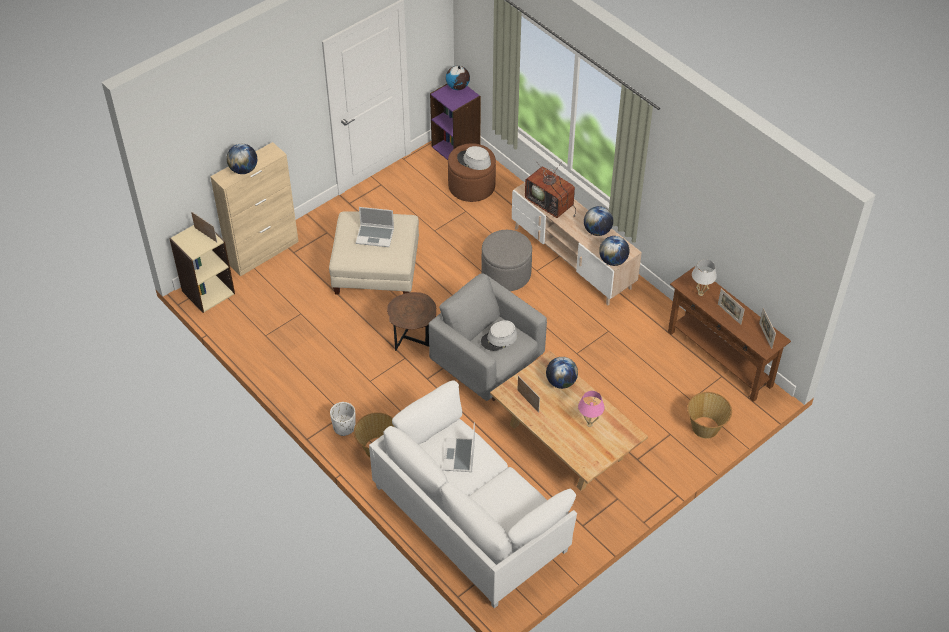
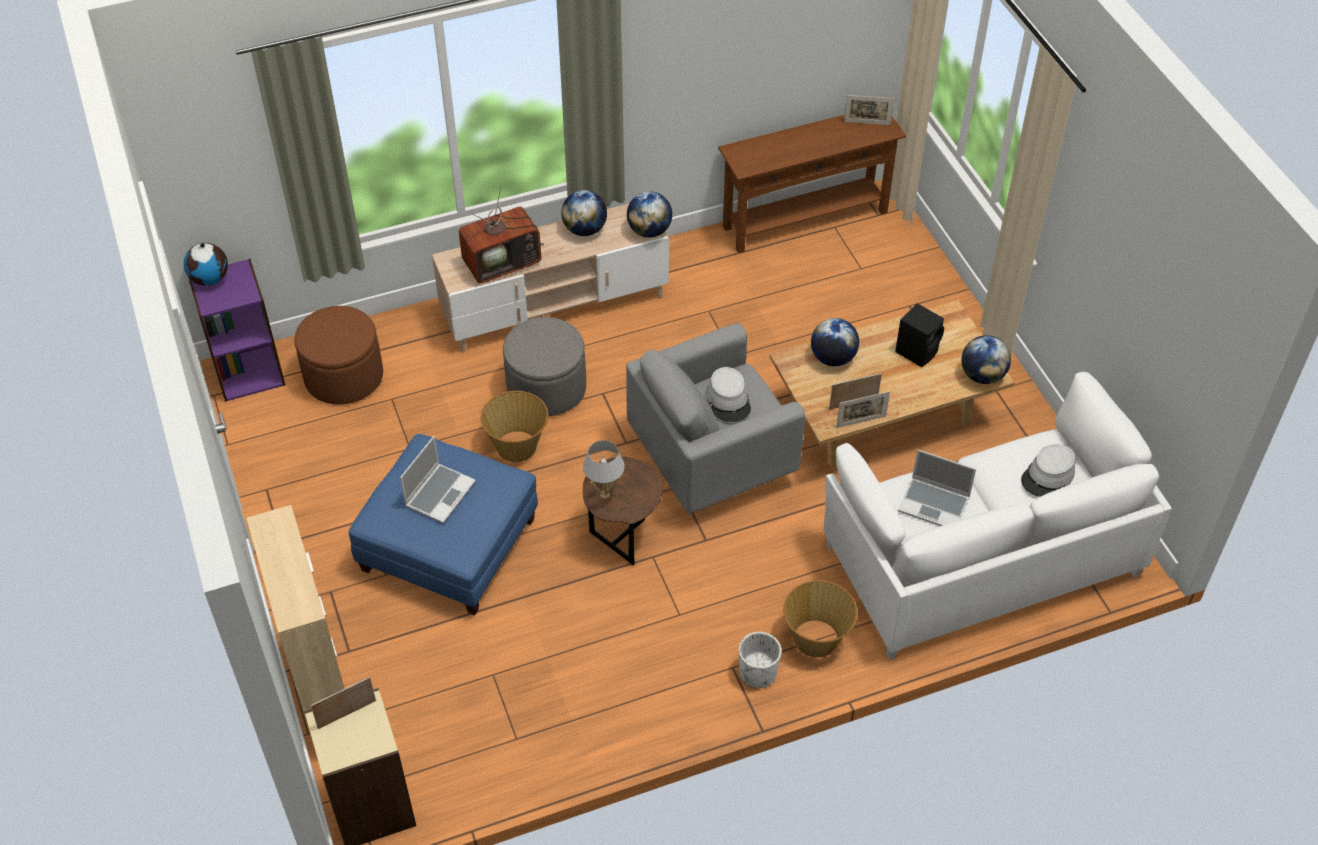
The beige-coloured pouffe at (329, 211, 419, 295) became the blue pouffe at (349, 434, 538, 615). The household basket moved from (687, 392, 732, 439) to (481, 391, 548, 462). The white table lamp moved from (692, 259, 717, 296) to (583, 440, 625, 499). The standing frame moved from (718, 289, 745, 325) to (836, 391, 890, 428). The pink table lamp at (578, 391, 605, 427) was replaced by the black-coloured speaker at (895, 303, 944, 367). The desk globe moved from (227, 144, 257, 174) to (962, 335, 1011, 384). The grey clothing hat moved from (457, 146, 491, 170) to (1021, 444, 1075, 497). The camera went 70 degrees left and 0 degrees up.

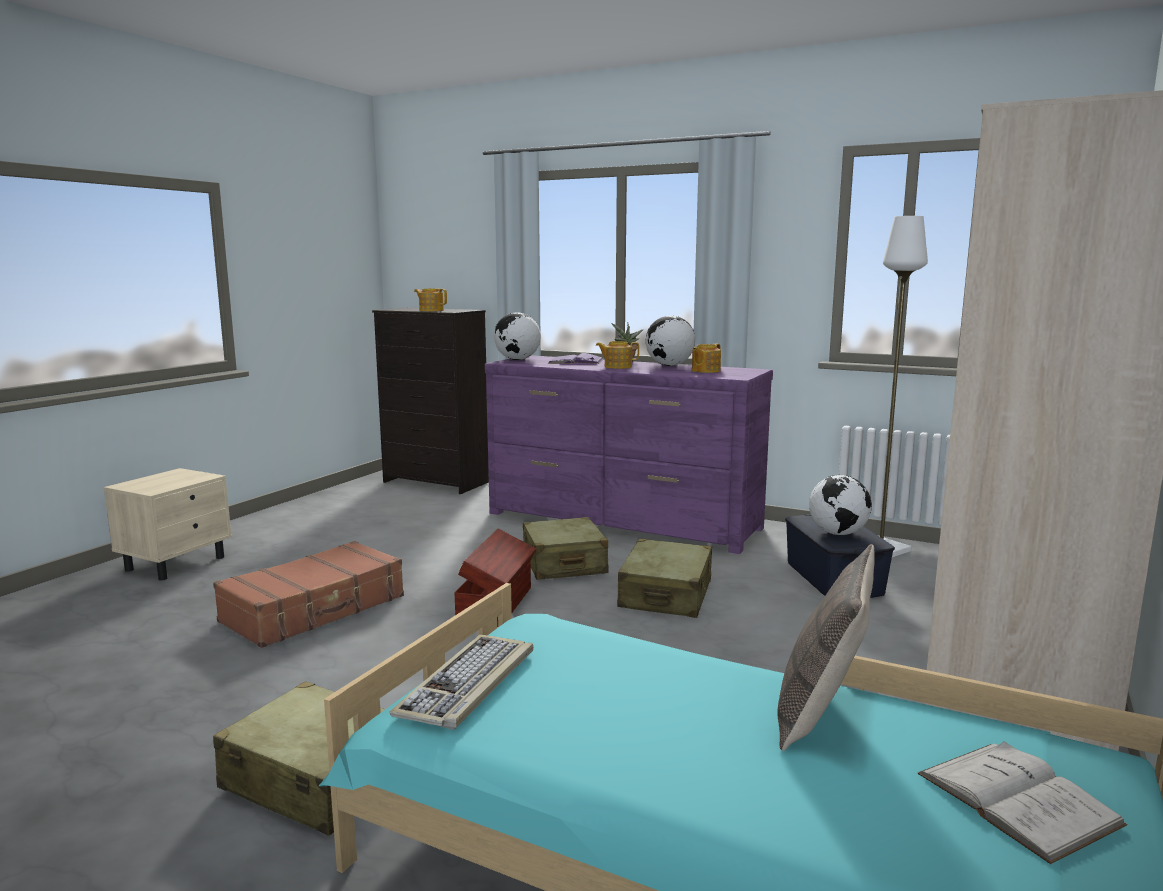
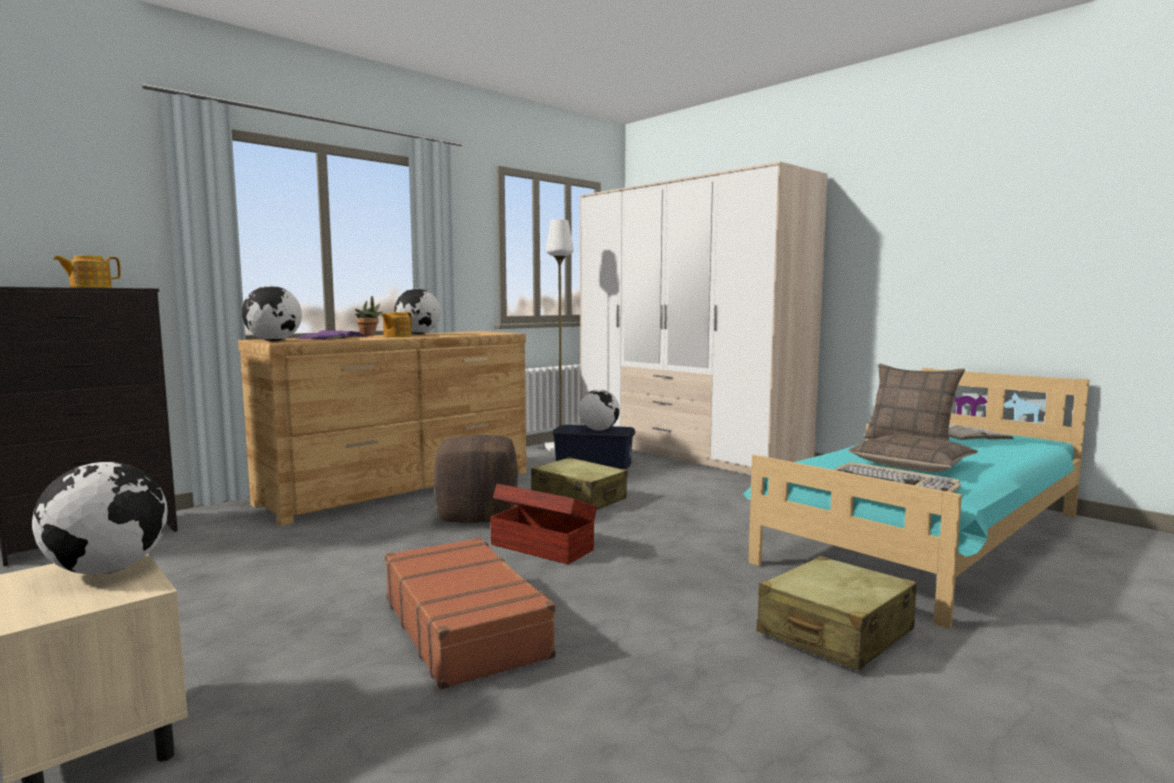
The desk globe at (32, 462, 168, 575) appeared. The purple-coloured chest of drawers at (485, 355, 773, 554) became the brownish chest of drawers at (238, 331, 526, 526). The beige-coloured piece of luggage at (523, 517, 609, 580) was replaced by the brownish pouffe at (434, 435, 518, 523). The pillow at (848, 434, 978, 472) appeared. The teapot at (692, 343, 721, 373) disappeared. The camera went 70 degrees left and 5 degrees down.

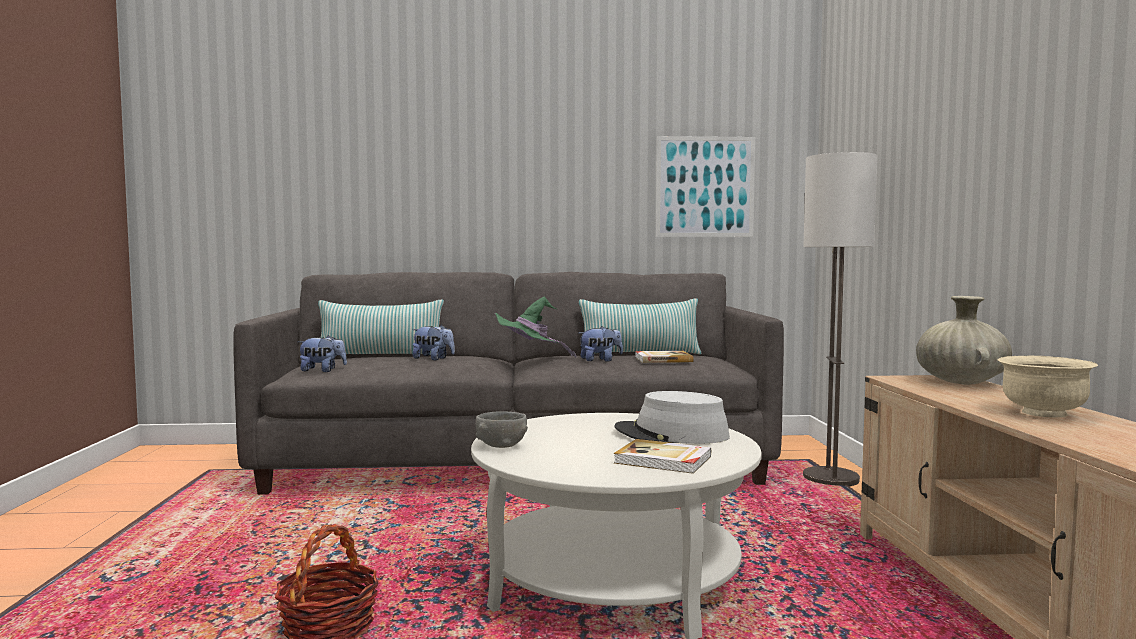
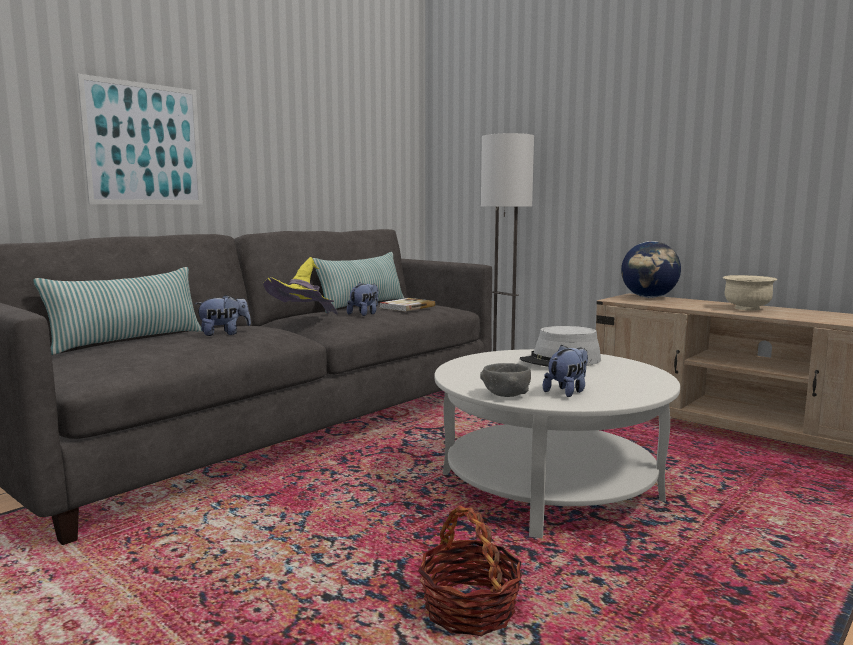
The wall art moved from (656, 136, 755, 237) to (77, 74, 203, 205). The greenish clothing hat at (495, 297, 577, 357) became the yellowish clothing hat at (263, 257, 338, 315). The soft toy moved from (298, 335, 347, 372) to (543, 345, 588, 397). The beige-coloured decorative vase at (916, 296, 1012, 385) was replaced by the desk globe at (621, 241, 681, 298). The volume at (614, 439, 711, 474) disappeared. The camera went 45 degrees left and 5 degrees up.

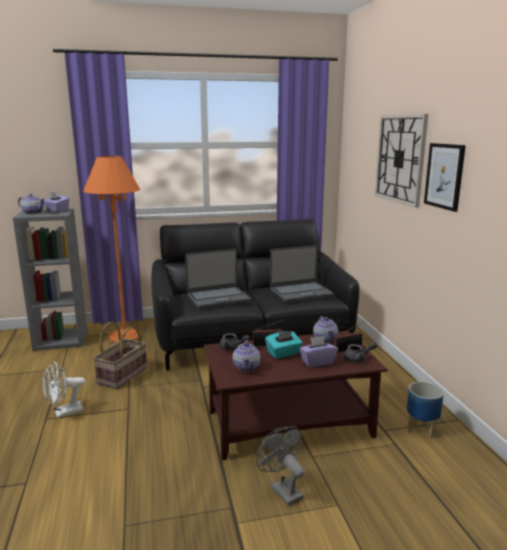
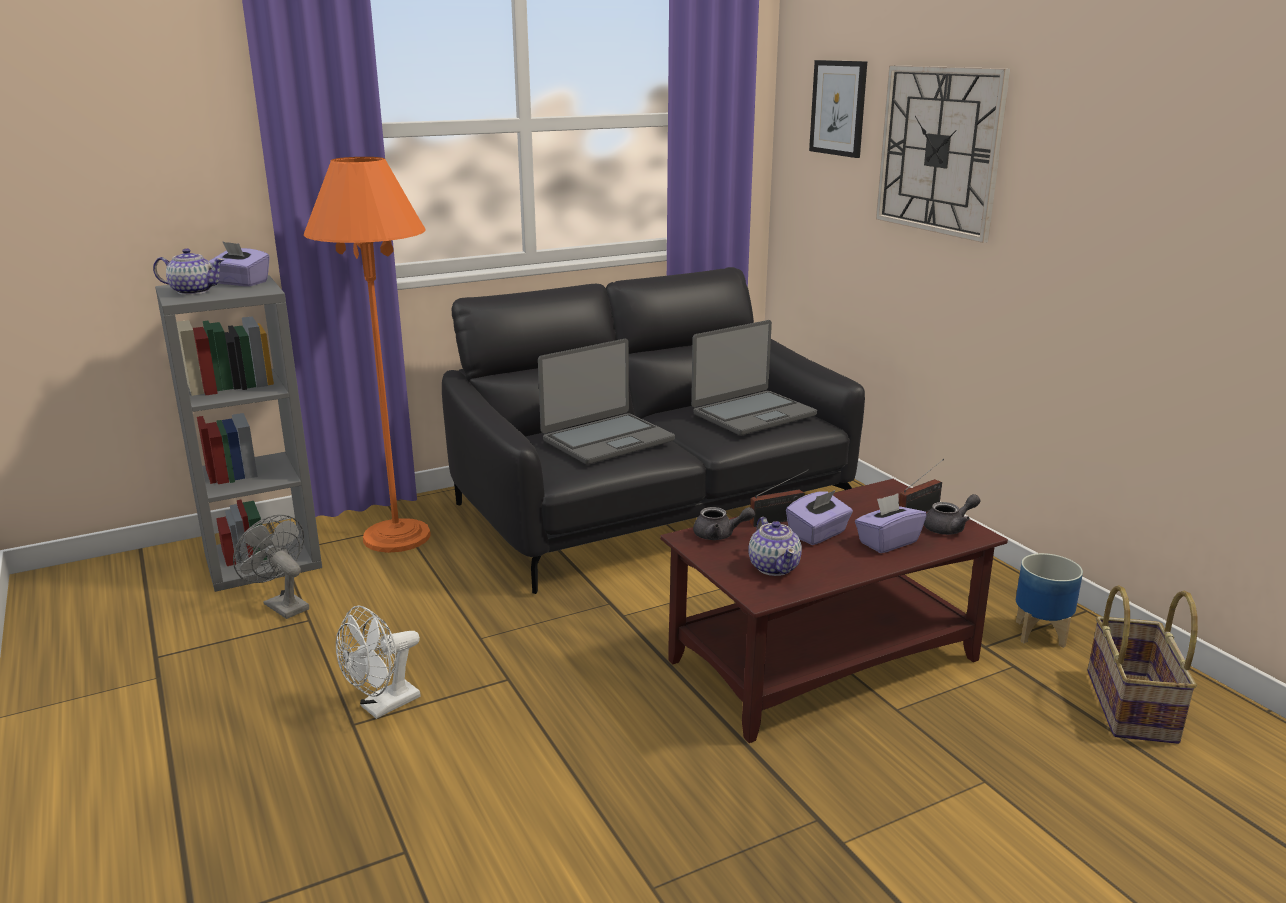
The grey fan moved from (256, 426, 304, 506) to (233, 515, 309, 619). The turquoise box of tissues at (265, 331, 303, 359) became the purple-coloured box of tissues at (786, 490, 853, 545). The wall art moved from (424, 143, 466, 212) to (809, 60, 867, 158). The household basket moved from (93, 322, 147, 389) to (1087, 585, 1198, 744). The teapot at (313, 316, 338, 343) disappeared. The camera went 15 degrees left and 5 degrees up.

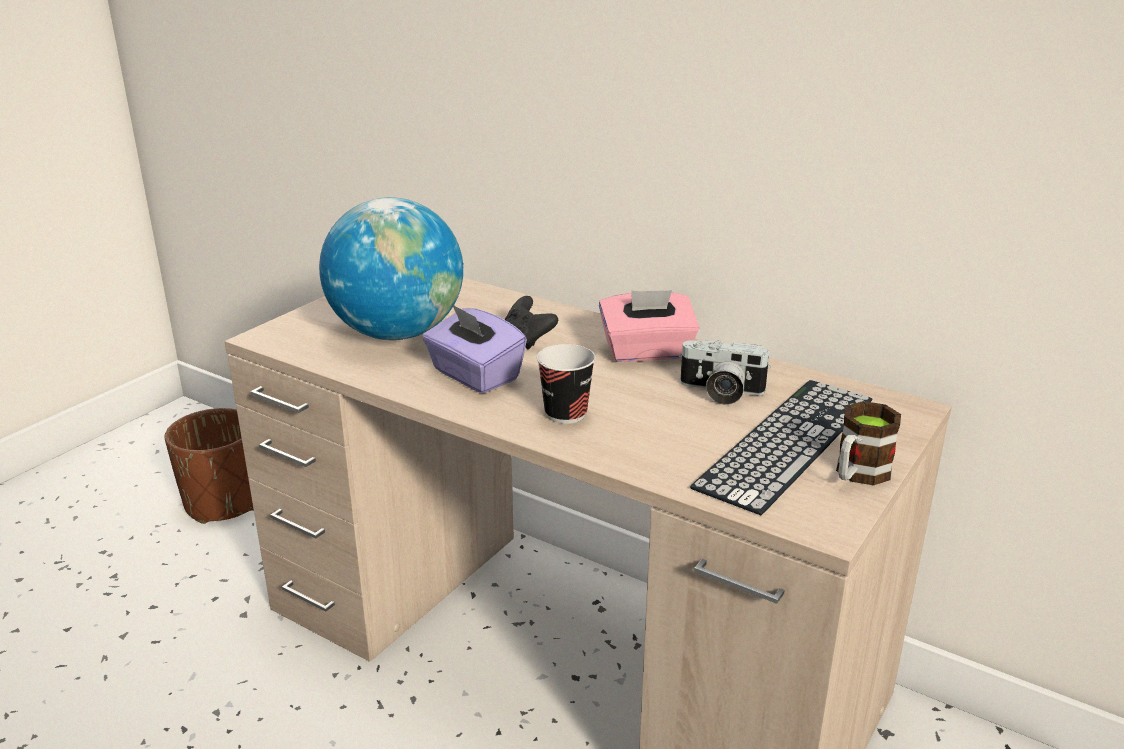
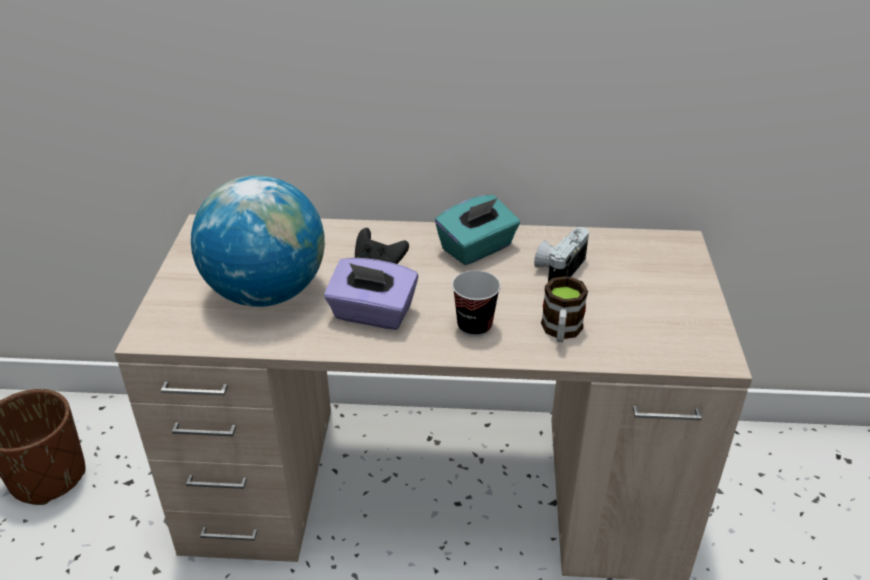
The pink box of tissues at (599, 290, 699, 362) became the turquoise box of tissues at (435, 195, 520, 265). The photo camera at (679, 340, 771, 405) turned 135 degrees clockwise. The tea mug moved from (836, 401, 901, 485) to (541, 276, 588, 342). The computer keyboard at (690, 380, 872, 515) disappeared. The camera went 30 degrees left and 10 degrees up.

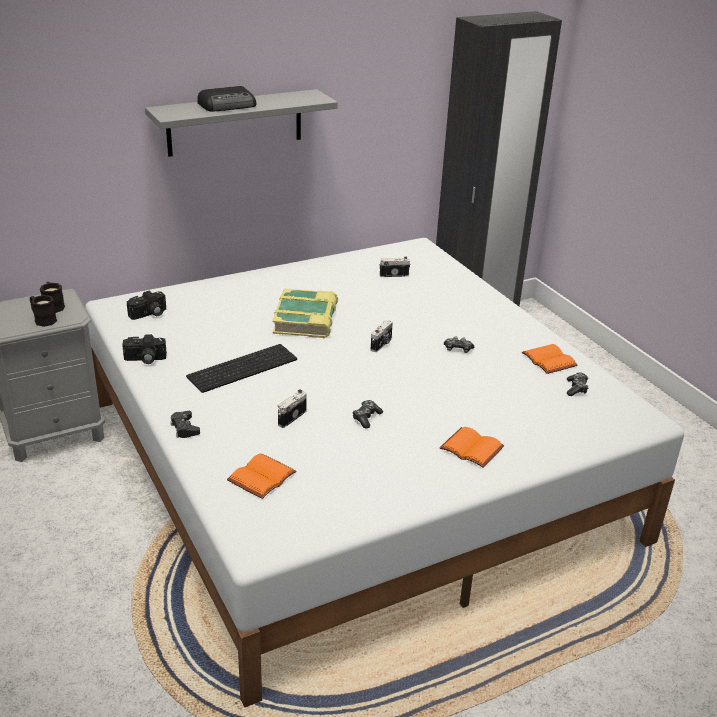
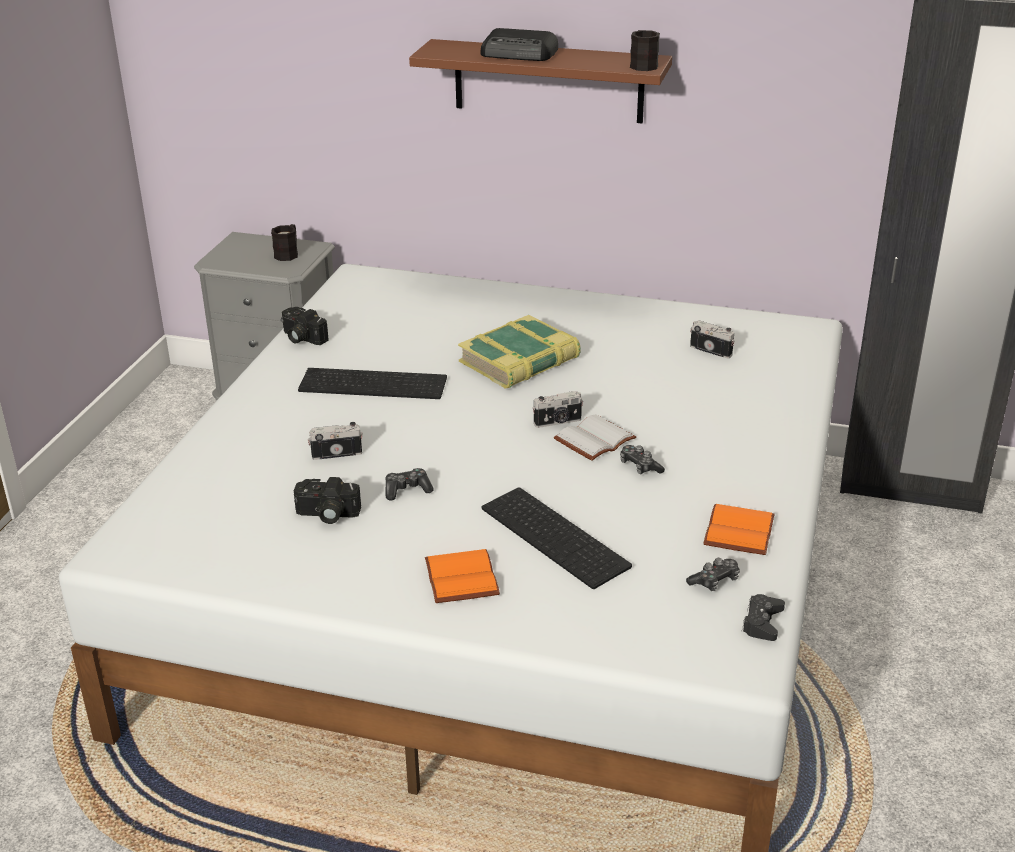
The photo camera moved from (127, 291, 166, 320) to (294, 477, 361, 524). The grey wall shelf at (145, 89, 338, 157) became the brownish wall shelf at (409, 39, 672, 123). The computer keyboard at (482, 487, 632, 589) appeared. The white volume at (554, 414, 636, 461) appeared. The black-coloured tea mug moved from (30, 295, 57, 327) to (630, 30, 660, 71). The black-coloured gamepad moved from (170, 411, 200, 438) to (742, 594, 785, 641). The orange volume at (227, 453, 296, 499) disappeared. The camera went 45 degrees right and 0 degrees up.

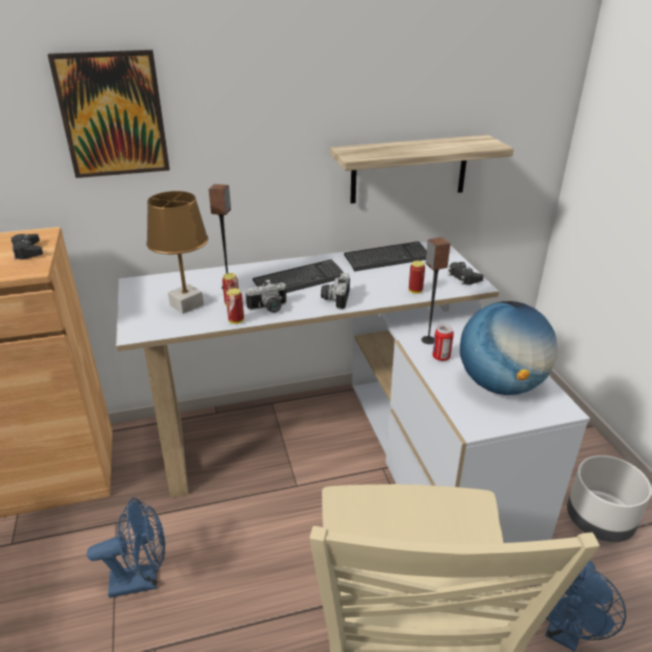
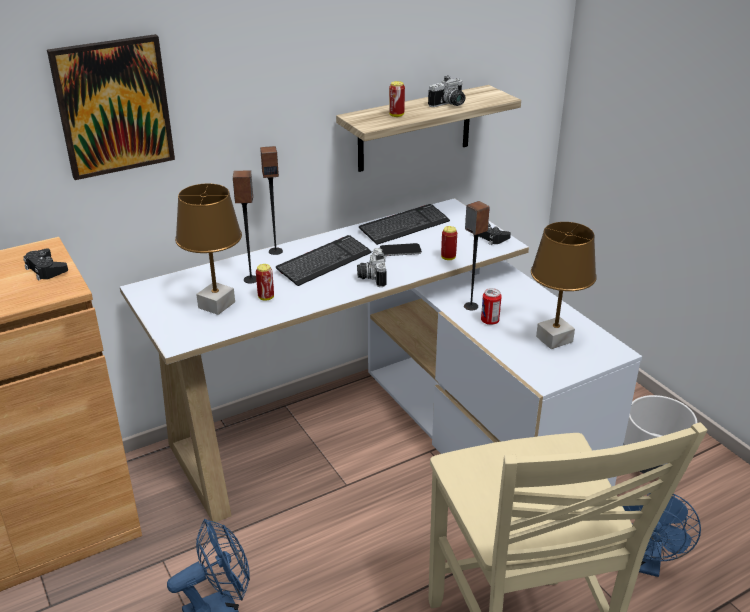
The speaker at (260, 146, 283, 255) appeared. The telephone at (380, 243, 422, 256) appeared. The can moved from (226, 288, 244, 324) to (389, 81, 405, 117). The photo camera moved from (246, 279, 286, 313) to (428, 75, 465, 107). The desk globe at (460, 301, 558, 395) was replaced by the brownish table lamp at (531, 222, 597, 349). The camera went 15 degrees left and 0 degrees up.

